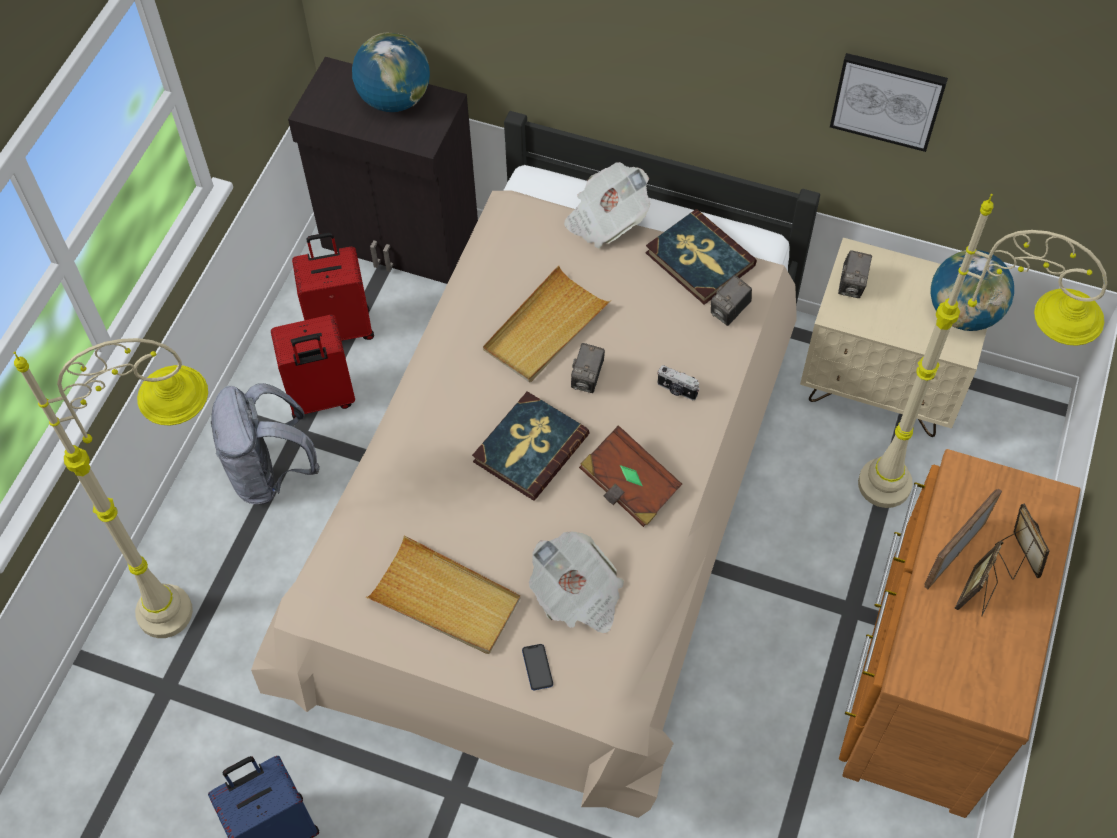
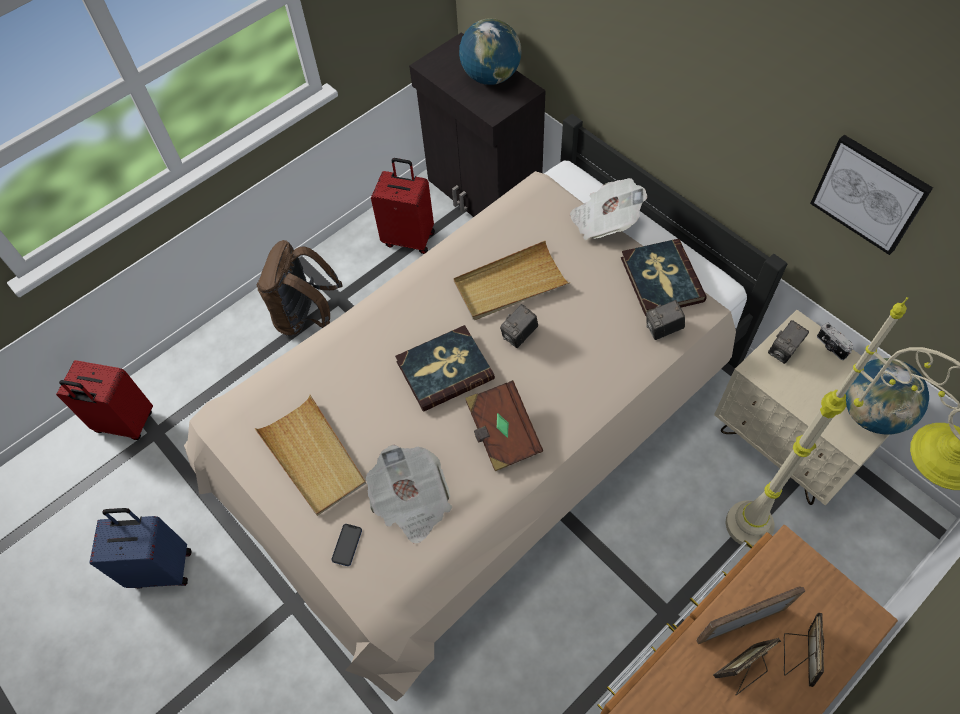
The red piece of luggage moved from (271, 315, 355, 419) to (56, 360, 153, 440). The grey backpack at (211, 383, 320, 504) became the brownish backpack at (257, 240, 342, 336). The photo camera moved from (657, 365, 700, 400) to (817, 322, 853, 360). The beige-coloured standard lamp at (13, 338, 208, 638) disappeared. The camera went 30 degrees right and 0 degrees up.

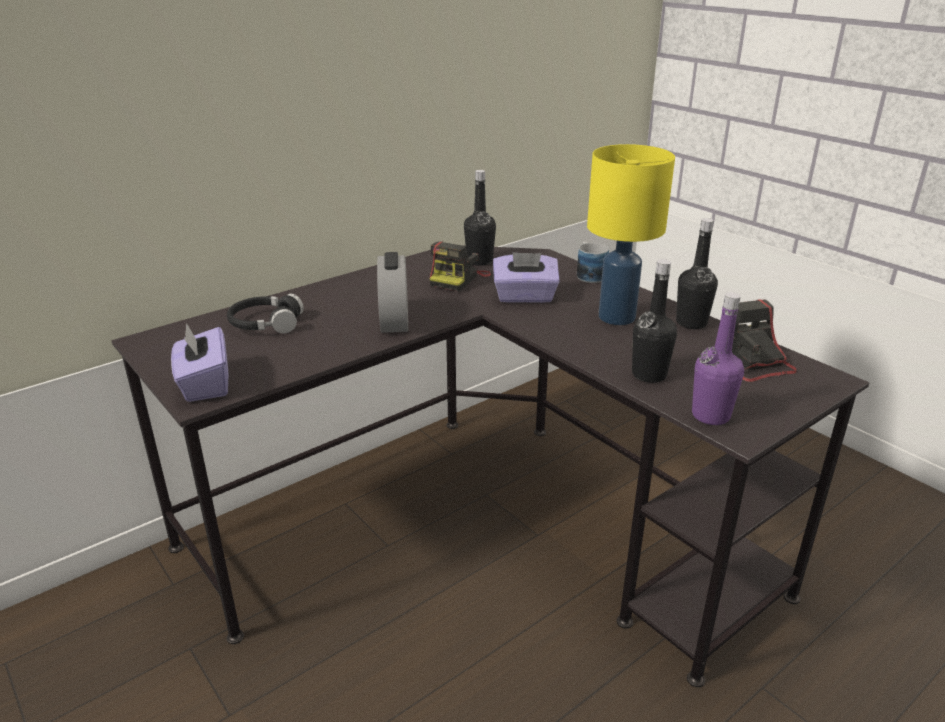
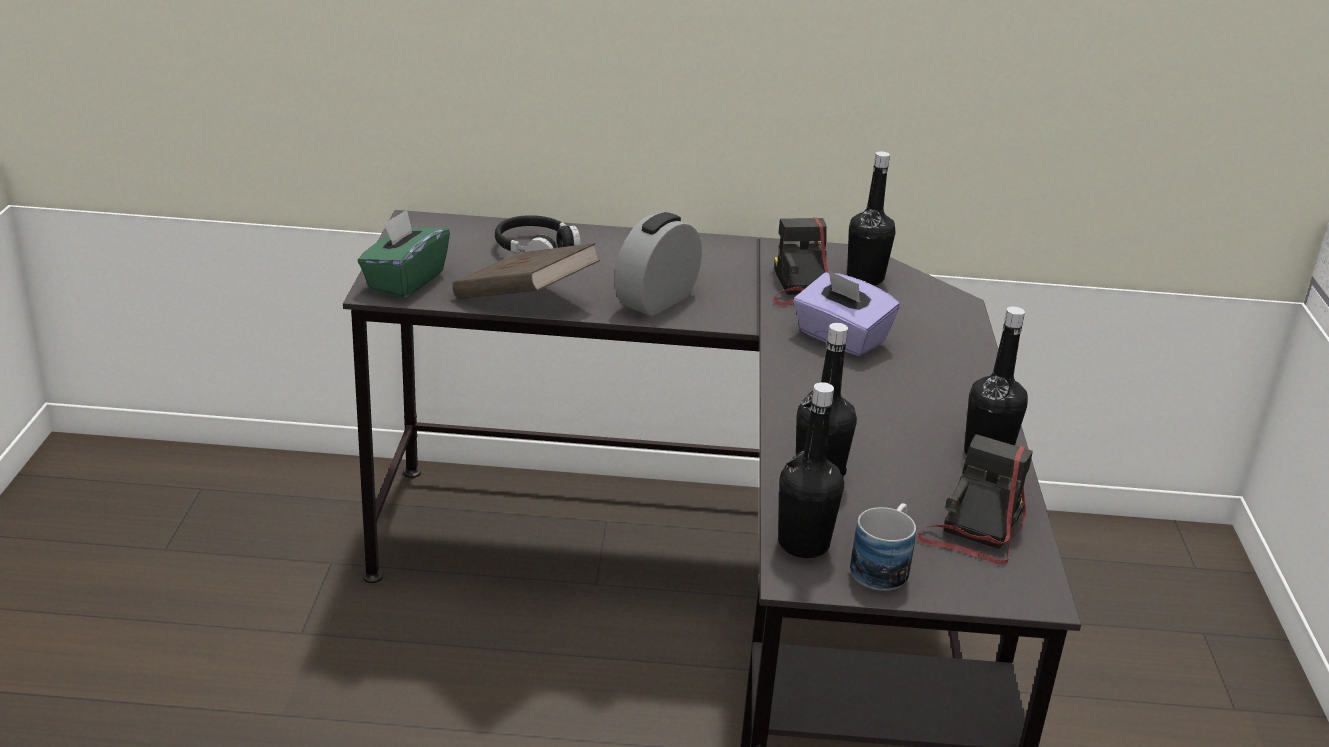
The purple-coloured box of tissues at (171, 323, 228, 402) became the greenish box of tissues at (358, 210, 450, 298). The brownish volume at (452, 243, 600, 299) appeared. The photo camera at (429, 242, 491, 292) turned 105 degrees clockwise. The purple-coloured drink bottle at (692, 292, 744, 425) became the black-coloured drink bottle at (778, 382, 844, 558). The tea mug moved from (577, 242, 609, 283) to (850, 503, 916, 591). The yellowish table lamp at (587, 144, 675, 325) disappeared. The camera went 40 degrees right and 0 degrees up.

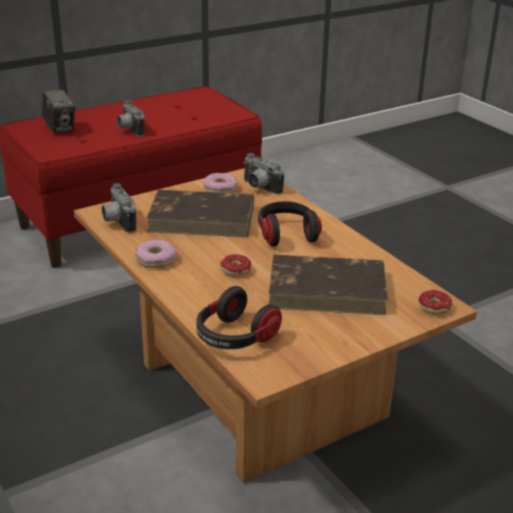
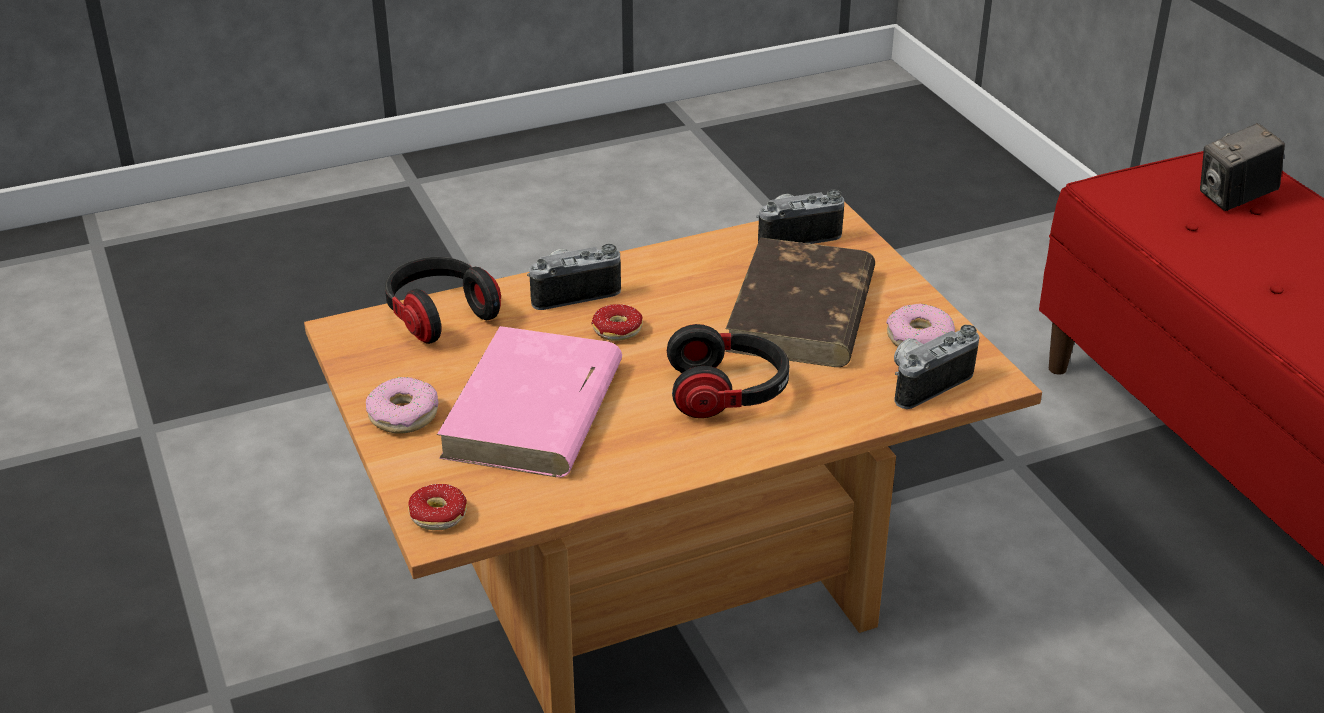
The ring doughnut moved from (135, 239, 177, 268) to (366, 377, 438, 434). The brownish volume at (269, 254, 388, 315) became the pink volume at (437, 326, 622, 477). The photo camera moved from (117, 100, 145, 136) to (527, 244, 621, 310). The camera went 100 degrees right and 5 degrees up.

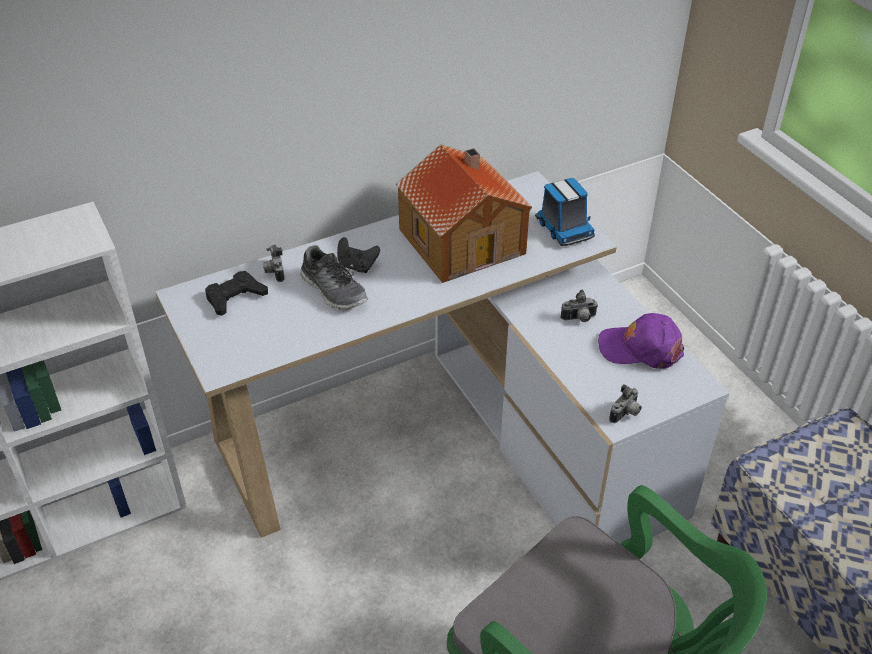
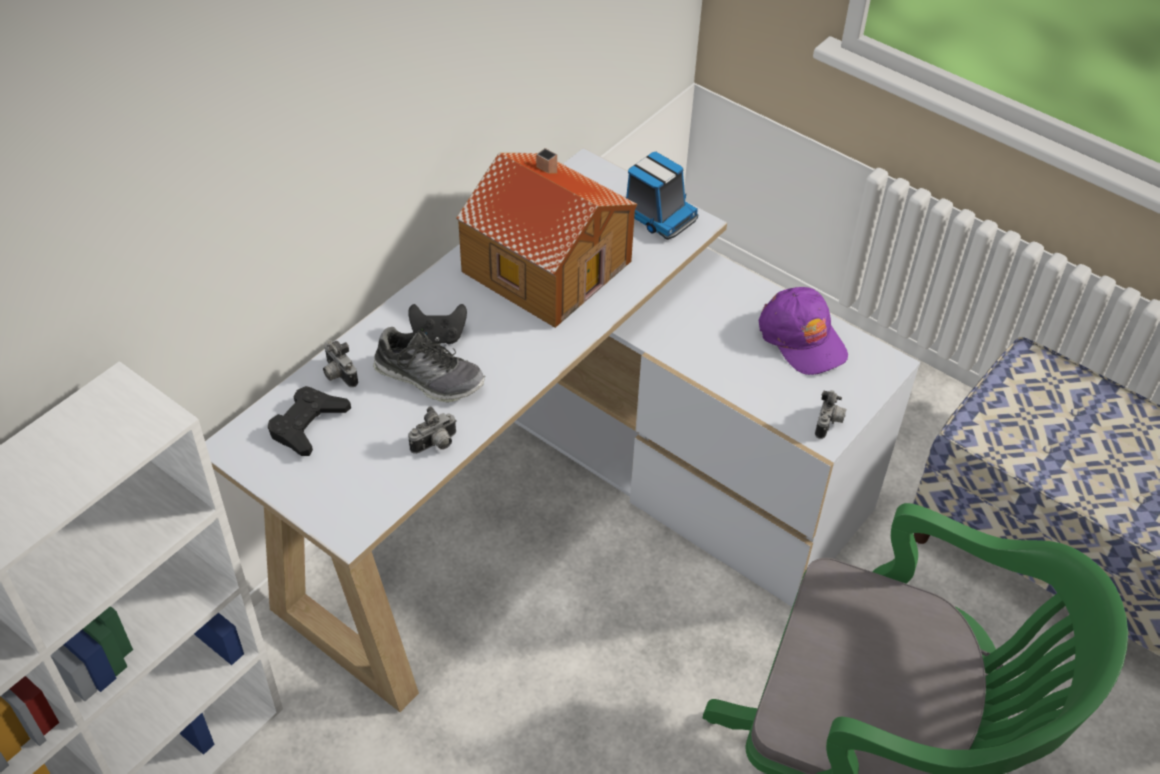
The photo camera moved from (561, 290, 598, 322) to (408, 406, 457, 454). The purple-coloured peaked cap at (598, 313, 684, 369) turned 105 degrees counterclockwise. The camera went 25 degrees left and 5 degrees up.

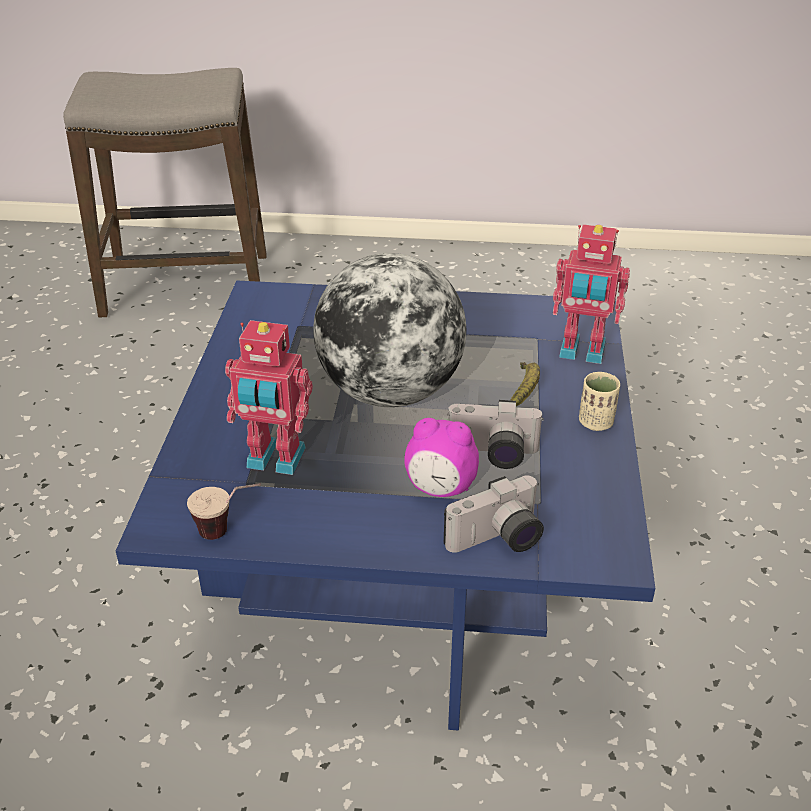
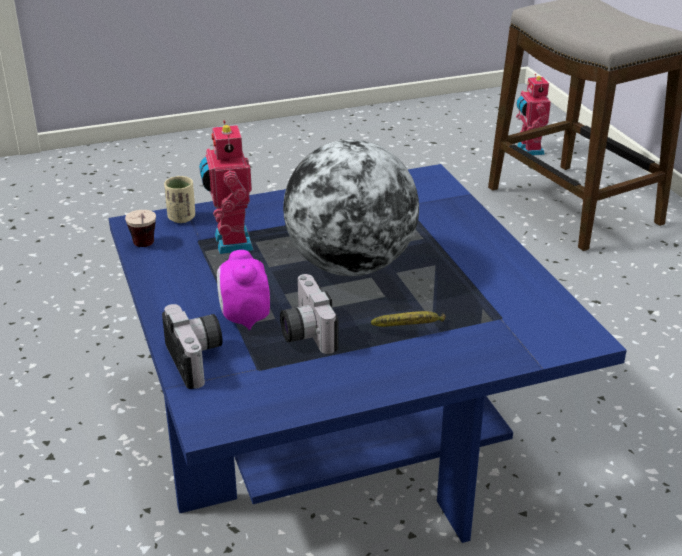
The photo camera at (444, 476, 544, 553) turned 150 degrees counterclockwise. The beige-coloured small cup moved from (579, 372, 620, 431) to (164, 176, 195, 223). The toy robot moved from (553, 224, 630, 364) to (516, 74, 551, 156). The camera went 65 degrees right and 5 degrees down.

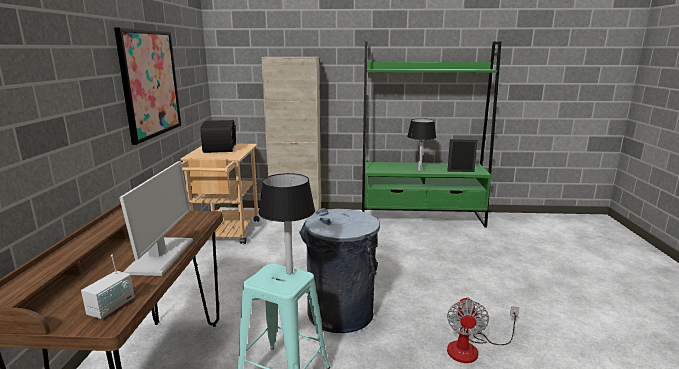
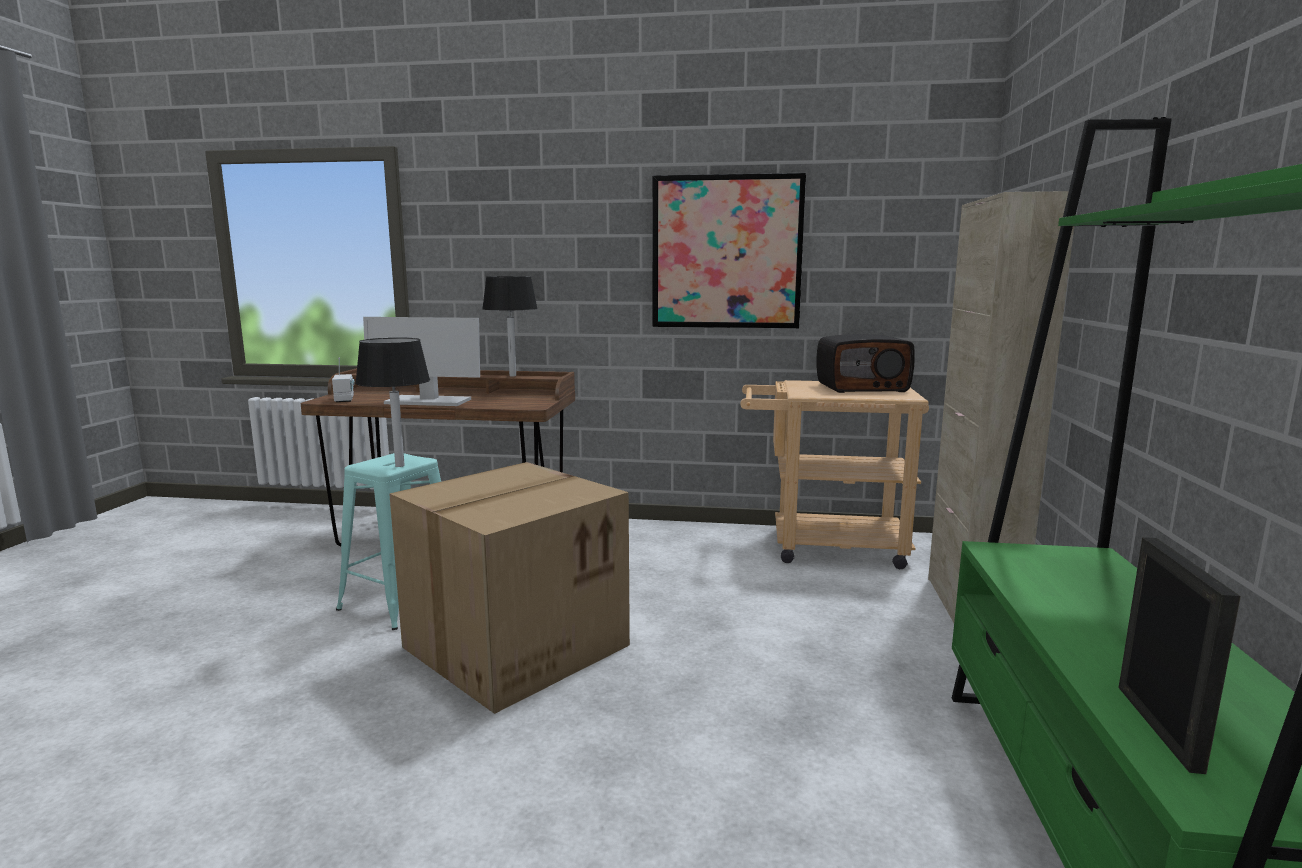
The radio receiver at (81, 255, 135, 319) turned 135 degrees counterclockwise. The grey rubbish bin at (299, 208, 380, 333) was replaced by the packing box at (389, 462, 630, 714). The black-coloured table lamp moved from (407, 119, 436, 171) to (482, 276, 538, 376). The fan at (447, 297, 519, 363) disappeared. The camera went 95 degrees right and 5 degrees down.

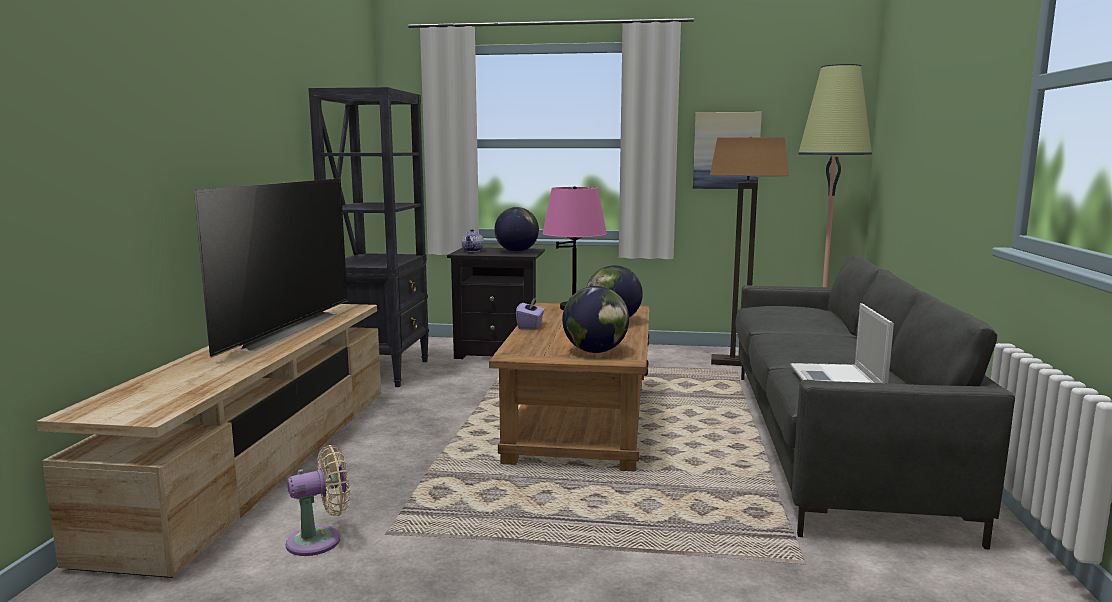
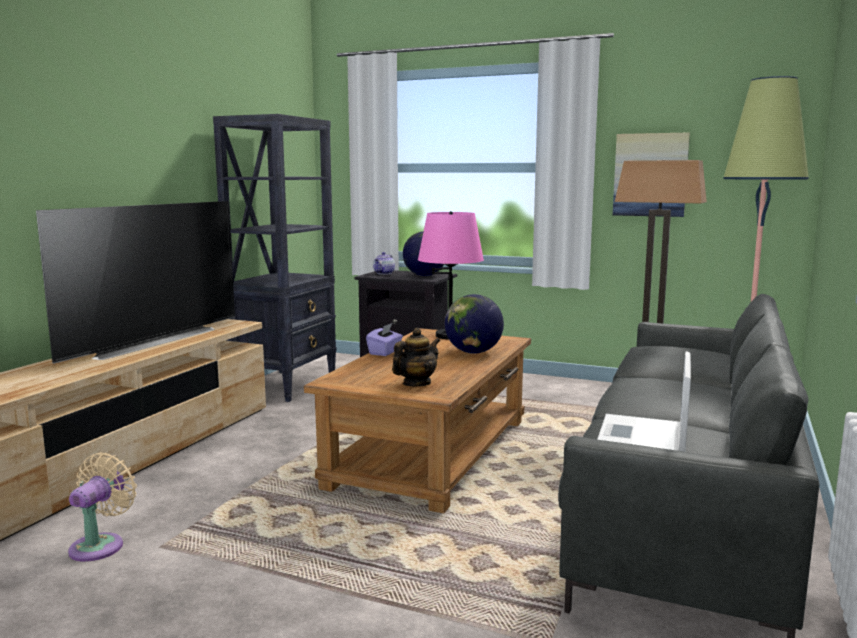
The beige-coloured fan at (286, 445, 350, 556) turned 60 degrees counterclockwise. The desk globe at (562, 286, 629, 353) was replaced by the teapot at (392, 328, 440, 386). The camera went 15 degrees right and 0 degrees up.

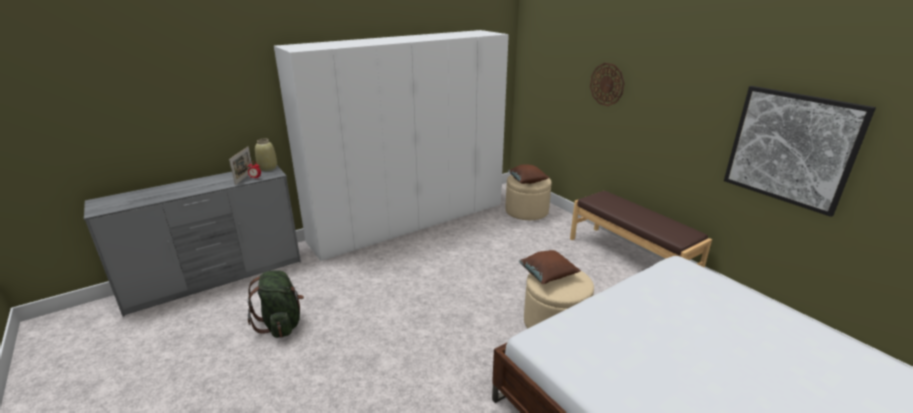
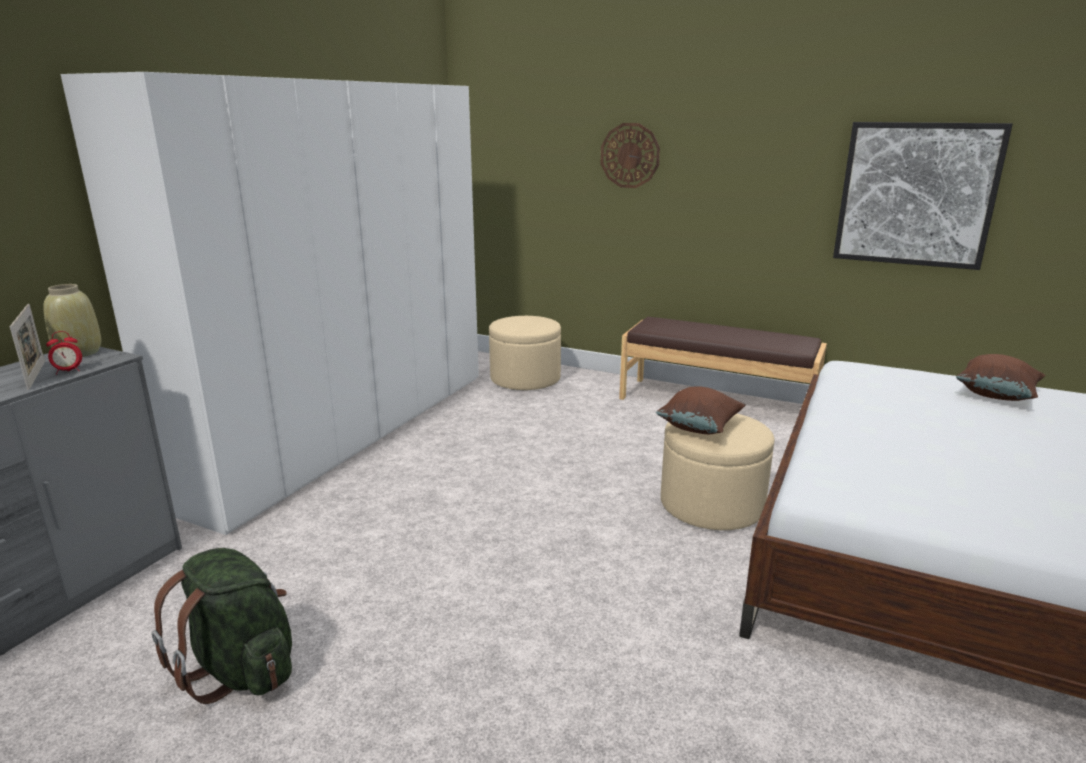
The brownish pillow moved from (508, 164, 549, 184) to (956, 354, 1046, 401). The camera went 30 degrees left and 5 degrees down.

